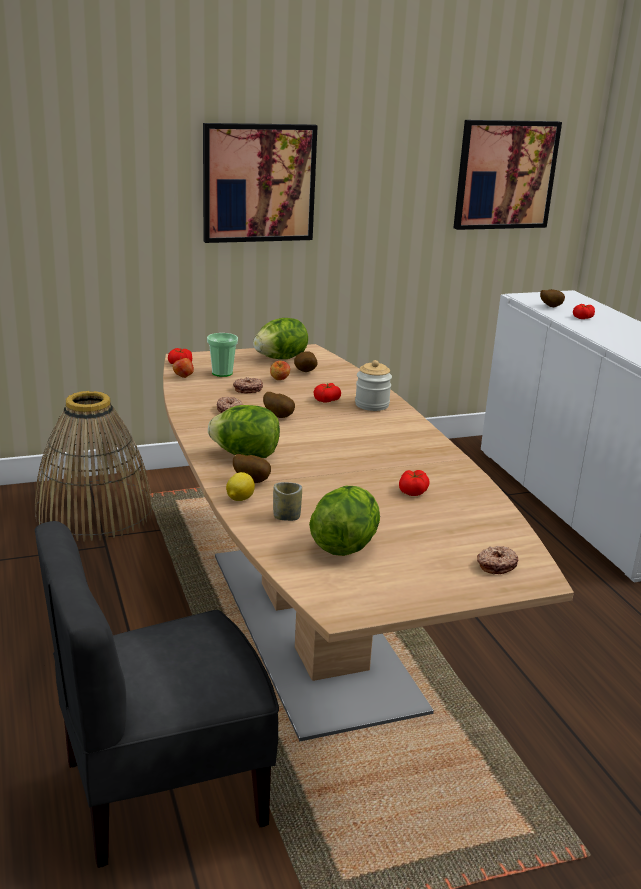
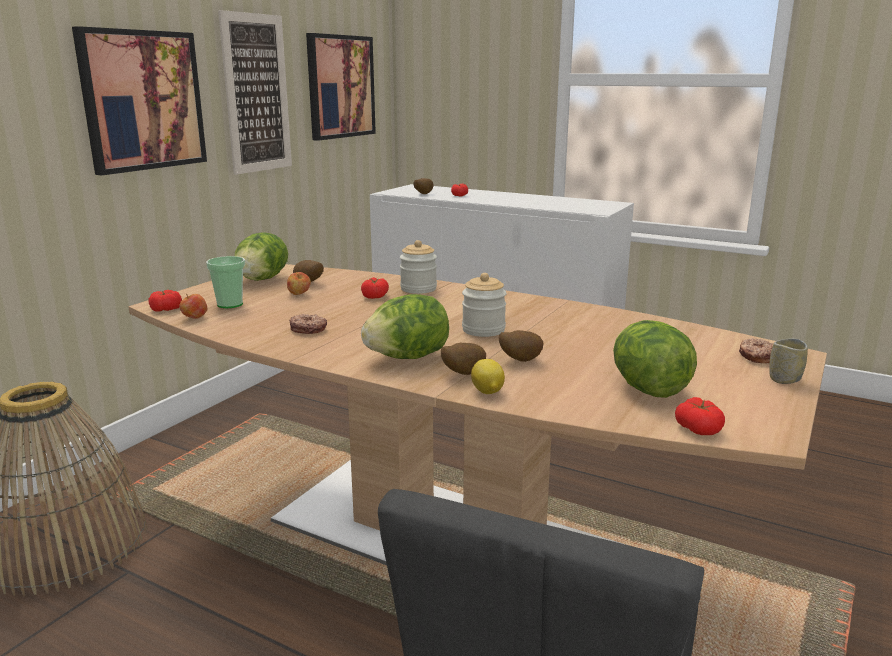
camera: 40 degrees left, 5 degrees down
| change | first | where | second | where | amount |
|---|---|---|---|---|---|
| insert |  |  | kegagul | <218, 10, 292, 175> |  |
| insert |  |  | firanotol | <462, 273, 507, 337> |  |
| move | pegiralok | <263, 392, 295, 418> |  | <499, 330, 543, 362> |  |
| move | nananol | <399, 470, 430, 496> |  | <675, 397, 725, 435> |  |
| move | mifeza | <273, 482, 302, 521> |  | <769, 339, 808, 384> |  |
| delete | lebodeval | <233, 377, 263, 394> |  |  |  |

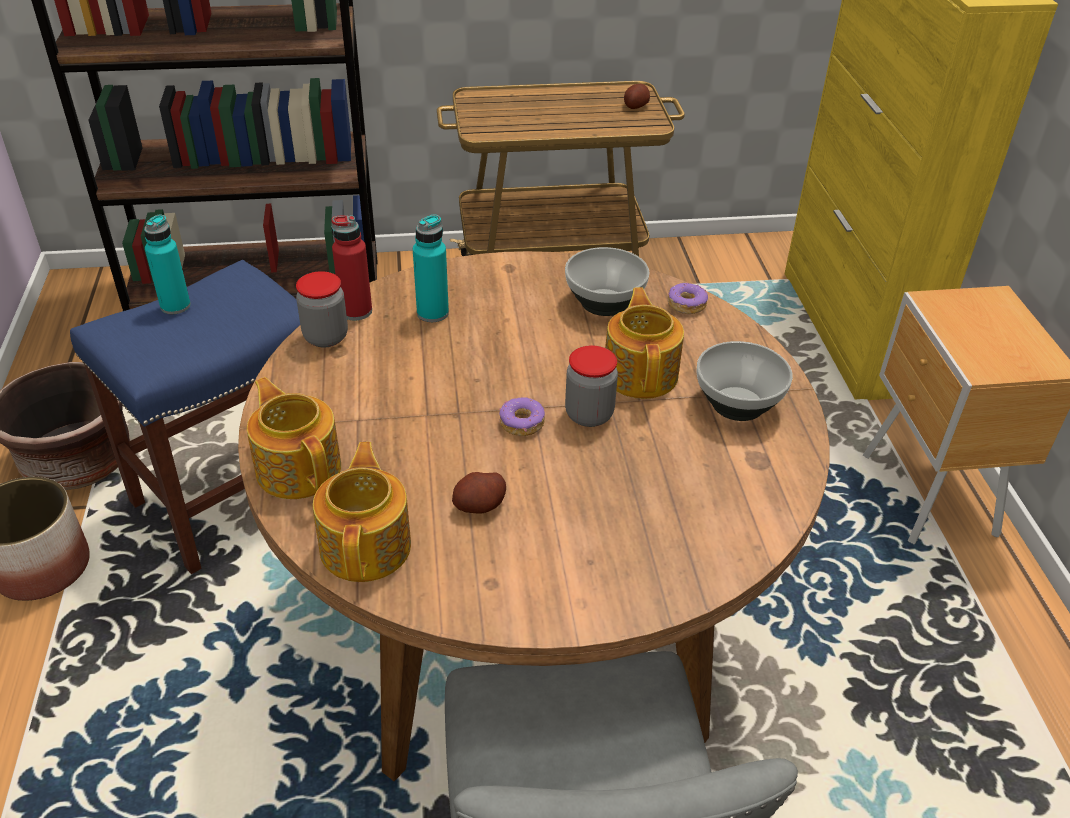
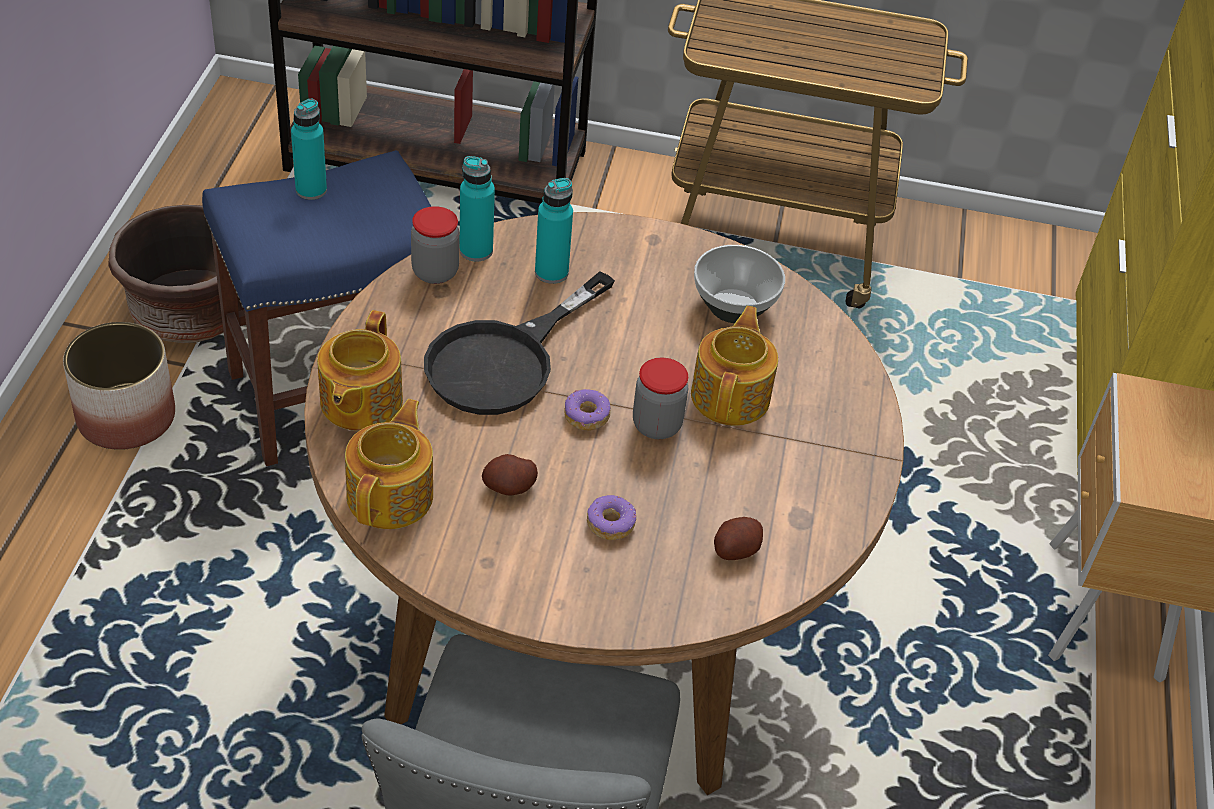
camera: 15 degrees right, 5 degrees up
| change | first | where | second | where | amount |
|---|---|---|---|---|---|
| rotate | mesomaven | <247, 377, 341, 499> |  | <317, 310, 403, 431> | 150 degrees counterclockwise |
| insert |  |  | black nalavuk | <424, 271, 615, 415> |  |
| recolor | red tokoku | <331, 215, 372, 321> | turquoise tokoku | <459, 156, 495, 262> |  |
| move | lebodeval | <668, 283, 708, 314> |  | <587, 495, 636, 540> |  |
| move | pegiralok | <624, 84, 650, 109> |  | <714, 517, 763, 560> |  |
| delete | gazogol | <697, 341, 793, 421> |  |  |  |

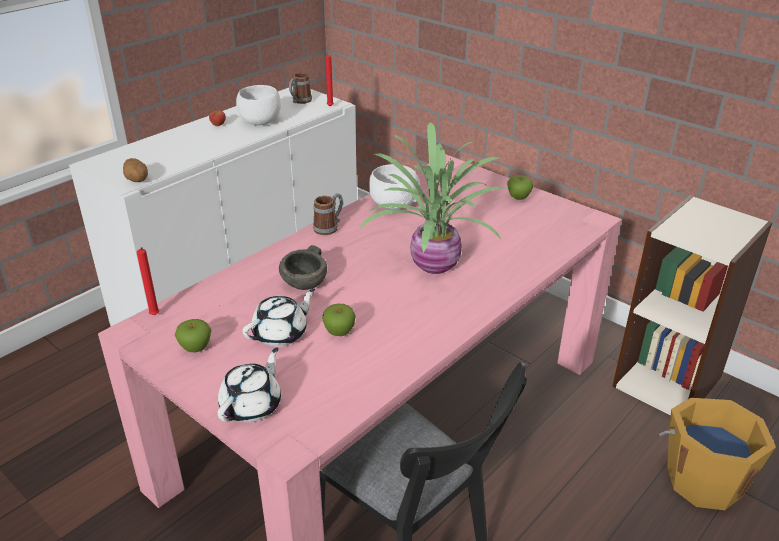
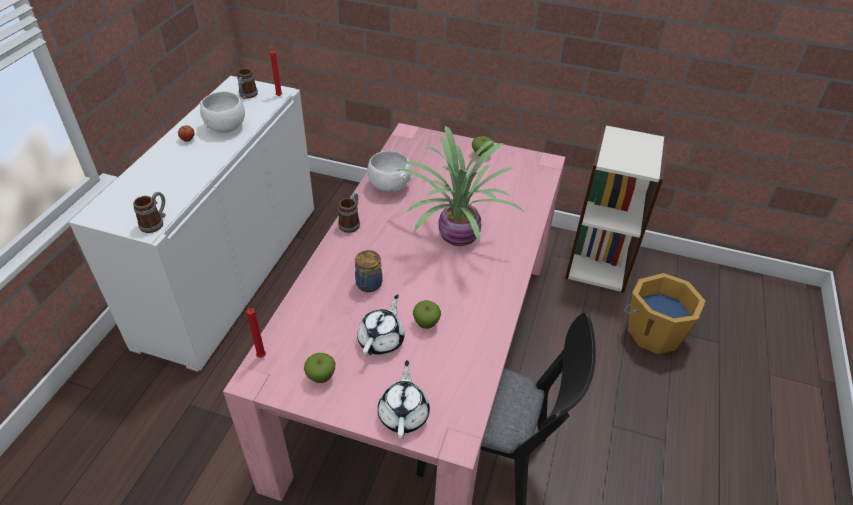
camera: 25 degrees left, 10 degrees up
| change | first | where | second | where | amount |
|---|---|---|---|---|---|
| replace | pegiralok | <123, 158, 148, 182> | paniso | <133, 192, 165, 233> |  |
| replace | grey gazogol | <279, 245, 327, 290> | firanotol | <355, 250, 382, 292> |  |

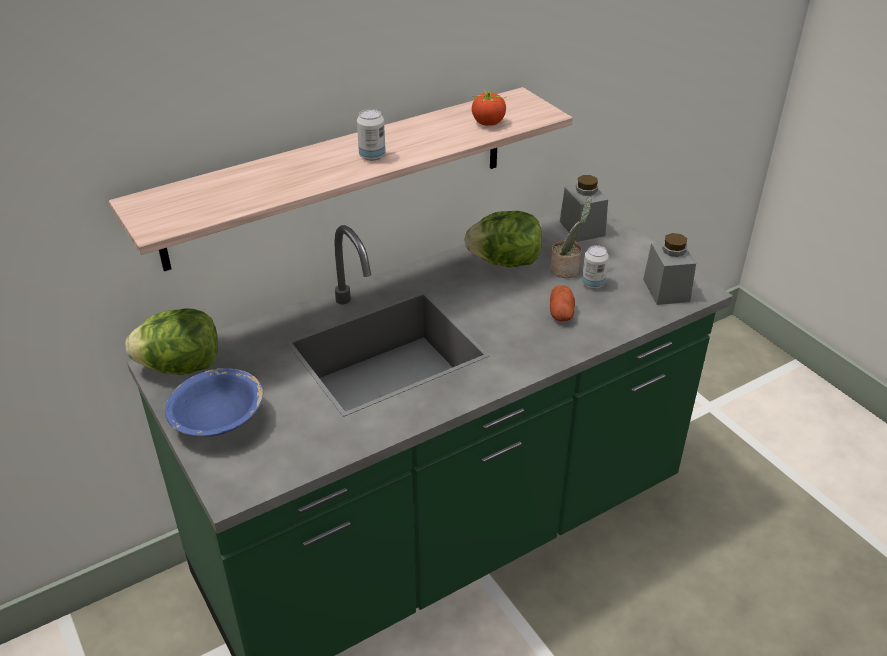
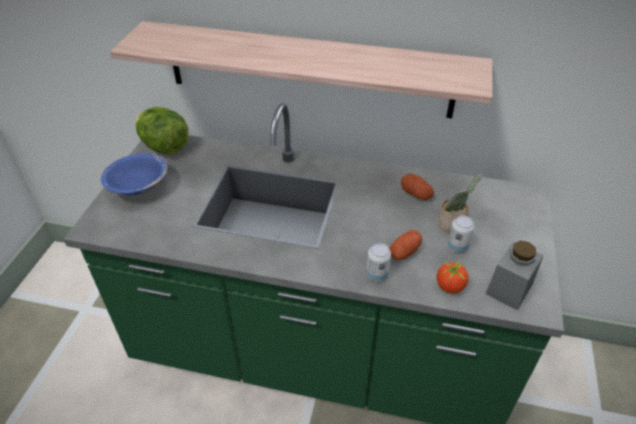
camera: 45 degrees right, 5 degrees up
| change | first | where | second | where | amount |
|---|---|---|---|---|---|
| move | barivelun | <357, 109, 386, 161> |  | <366, 243, 391, 282> |  |
| replace | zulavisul | <464, 211, 542, 267> | pegiralok | <401, 174, 435, 200> |  |
| move | nananol | <472, 90, 506, 126> |  | <437, 259, 469, 294> |  |
| delete | grey firanotol | <560, 175, 608, 242> |  |  |  |

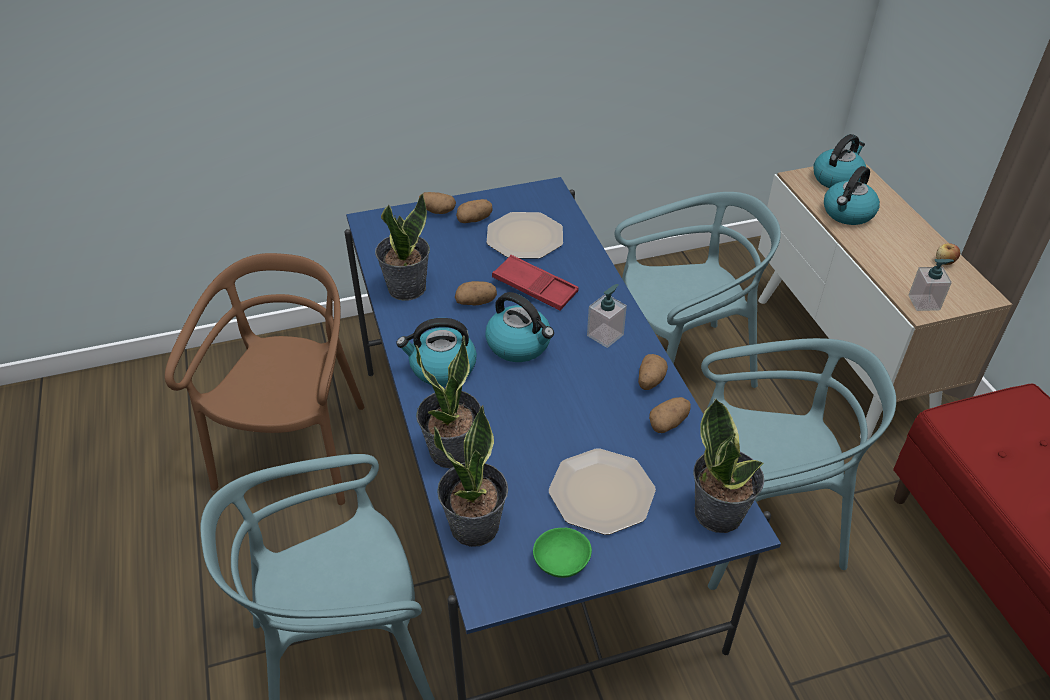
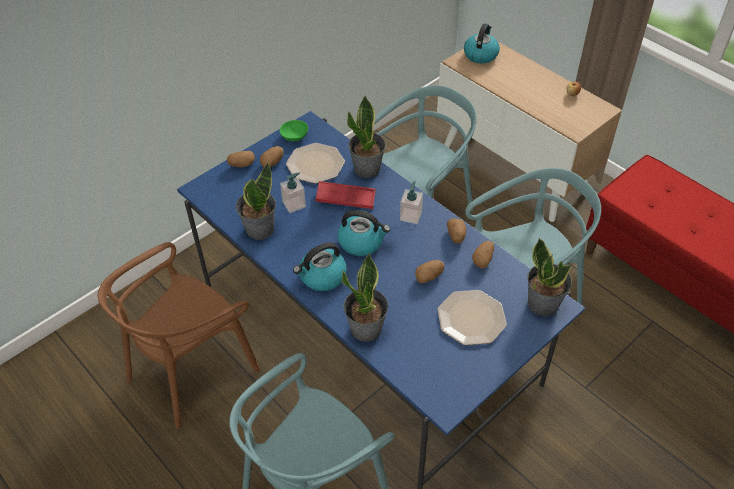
camera: 25 degrees left, 5 degrees up
| change | first | where | second | where | amount |
|---|---|---|---|---|---|
| rotate | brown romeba | <165, 253, 365, 505> |  | <98, 242, 261, 429> | 120 degrees counterclockwise |
| move | green gazogol | <533, 528, 592, 578> |  | <280, 120, 308, 141> |  |
| move | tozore | <908, 259, 954, 311> |  | <280, 172, 306, 213> |  |
| move | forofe | <434, 405, 508, 547> |  | <347, 95, 386, 178> |  |
| move | pegiralok | <455, 281, 497, 306> |  | <415, 260, 444, 283> |  |
| delete | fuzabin | <824, 166, 880, 225> |  |  |  |

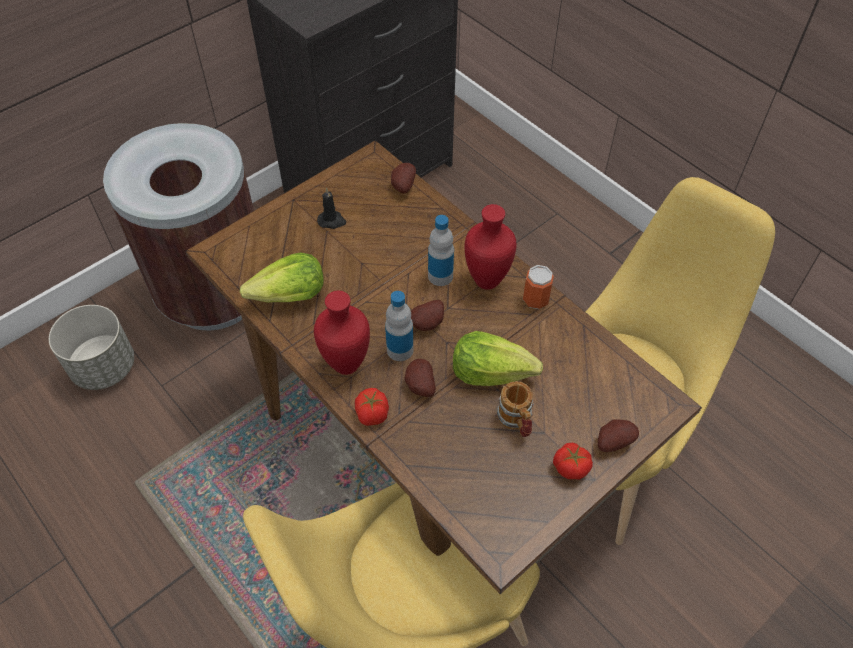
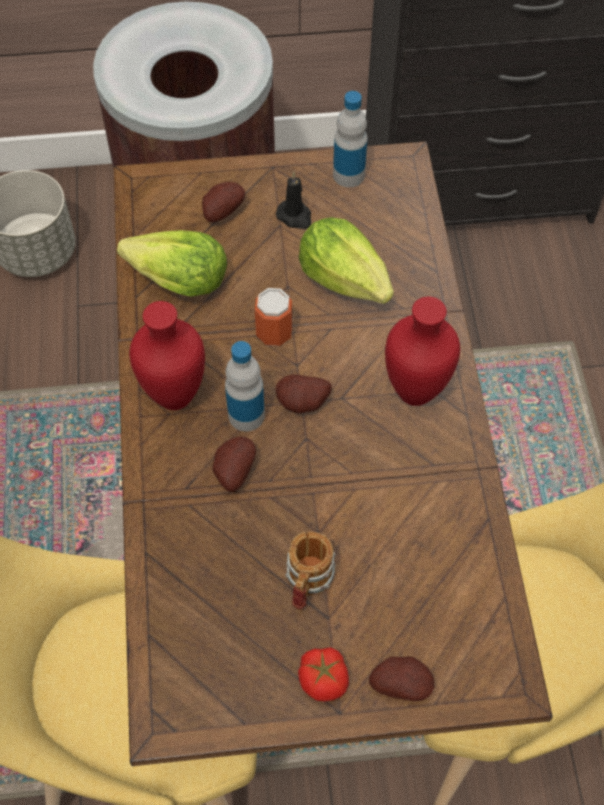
camera: 35 degrees right, 5 degrees up
| change | first | where | second | where | amount |
|---|---|---|---|---|---|
| move | pegiralok | <391, 163, 416, 193> |  | <202, 182, 245, 222> |  |
| move | barivelun | <523, 265, 554, 309> |  | <255, 288, 292, 346> |  |
| move | zulavisul | <453, 331, 543, 386> |  | <299, 217, 394, 304> |  |
| move | tokoku | <428, 215, 454, 286> |  | <333, 91, 367, 187> |  |
| delete | nananol | <355, 388, 389, 426> |  |  |  |

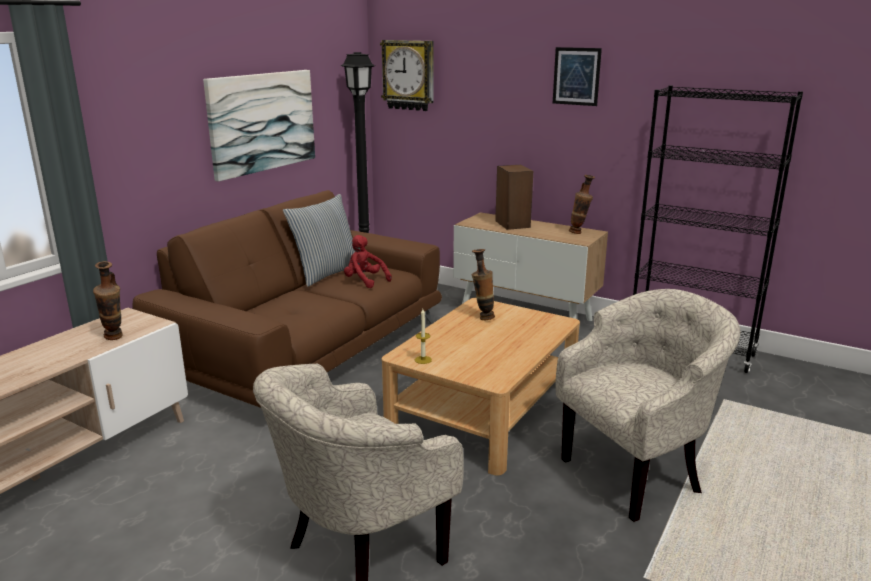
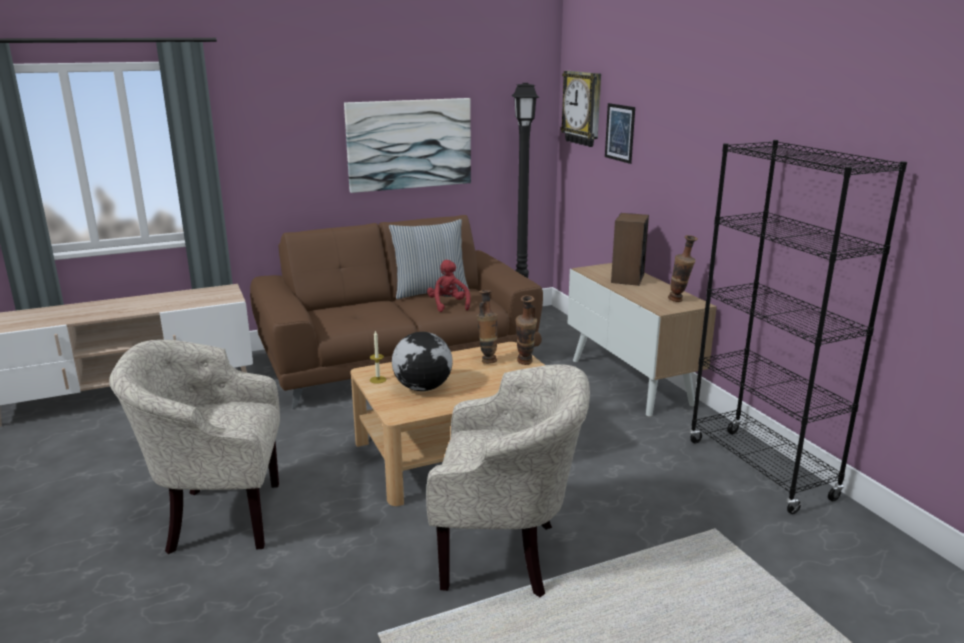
camera: 35 degrees right, 0 degrees up
| change | first | where | second | where | amount |
|---|---|---|---|---|---|
| insert |  |  | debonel | <392, 332, 452, 391> |  |
| move | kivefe | <93, 261, 123, 340> |  | <515, 295, 537, 365> |  |
| move | kegagul | <553, 47, 602, 106> |  | <605, 103, 635, 164> |  |

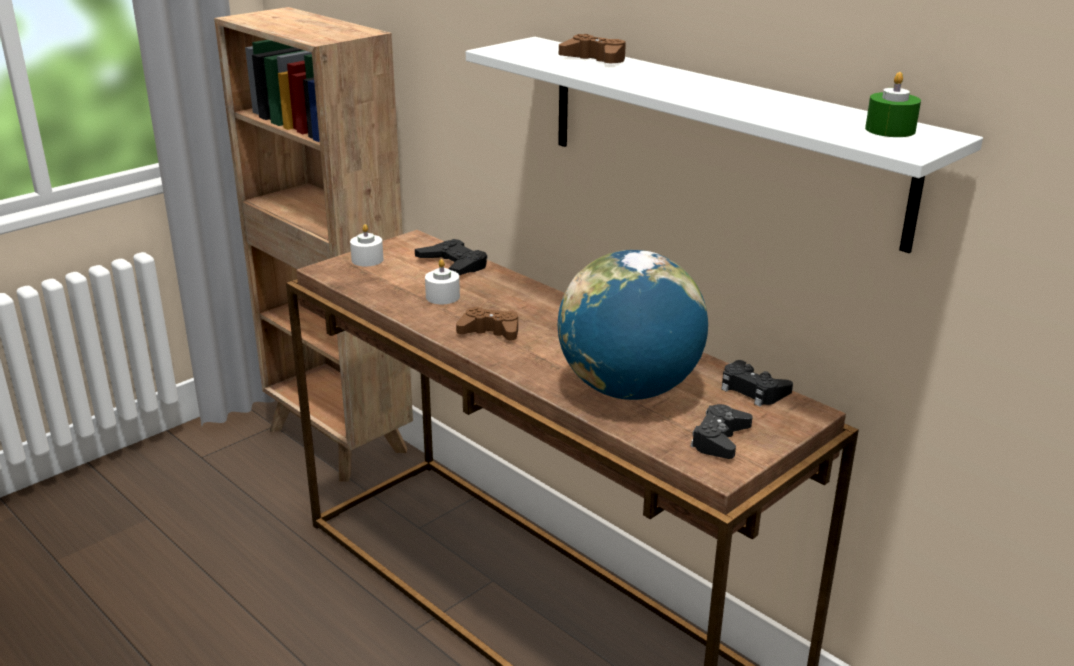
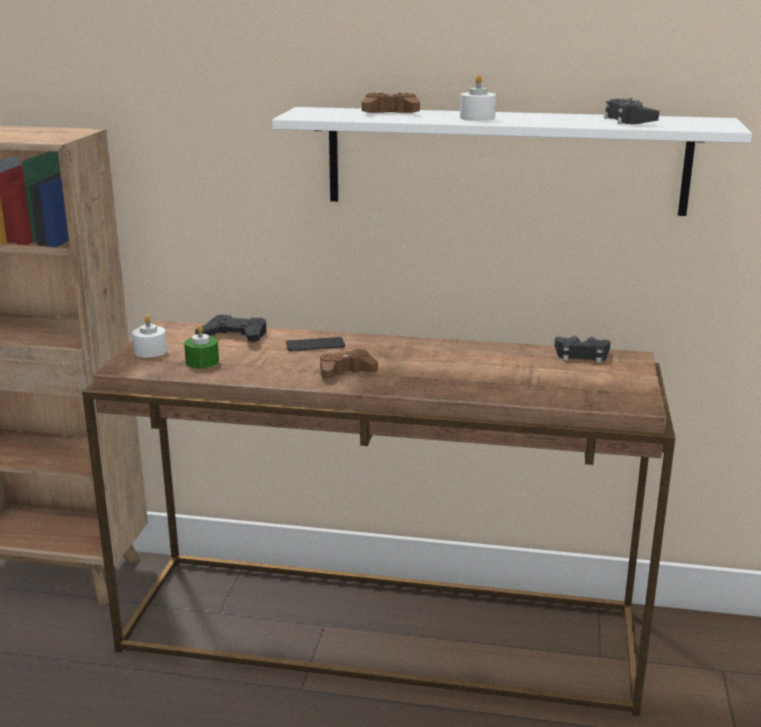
camera: 35 degrees left, 5 degrees down
| change | first | where | second | where | amount |
|---|---|---|---|---|---|
| move | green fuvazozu | <865, 72, 921, 137> |  | <184, 325, 219, 368> |  |
| insert |  |  | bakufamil | <286, 337, 345, 351> |  |
| move | white fuvazozu | <425, 259, 460, 304> |  | <460, 74, 496, 121> |  |
| move | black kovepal | <691, 404, 753, 459> |  | <604, 98, 659, 124> |  |
| delete | debonel | <558, 250, 708, 400> |  |  |  |

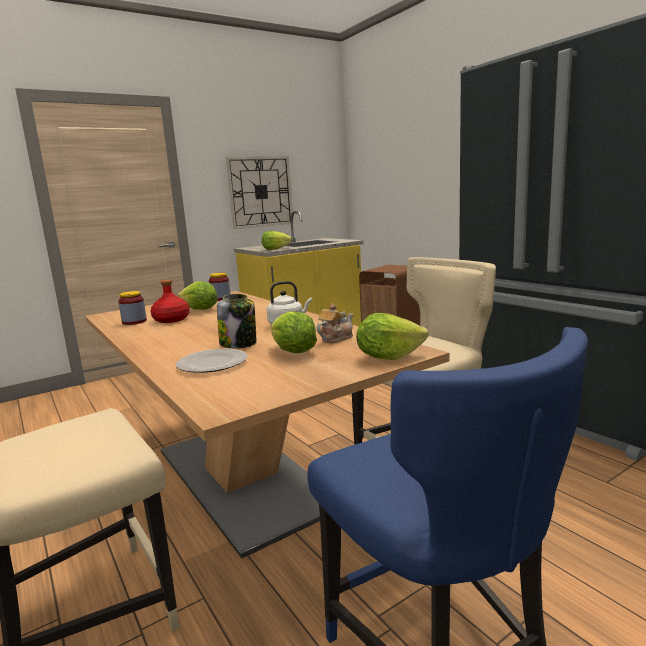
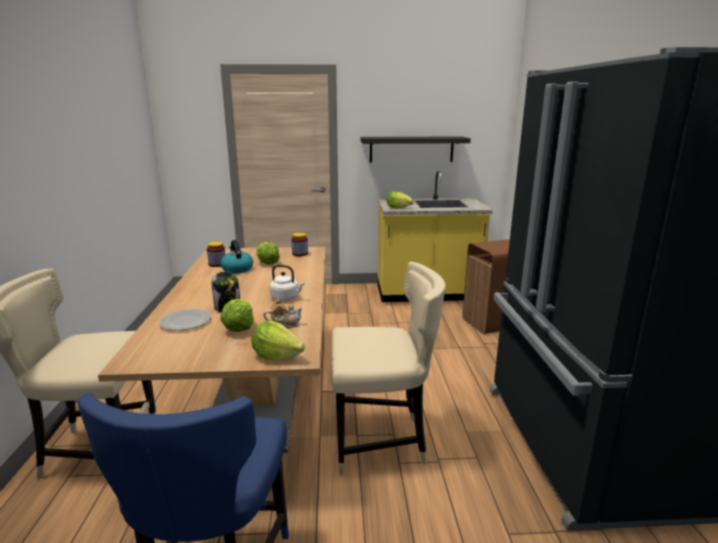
camera: 30 degrees right, 5 degrees up
| change | first | where | second | where | amount |
|---|---|---|---|---|---|
| replace | red tokoku | <151, 280, 190, 323> | fuzabin | <221, 240, 253, 273> |  |
| replace | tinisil | <226, 156, 294, 229> | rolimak | <361, 137, 471, 163> |  |

